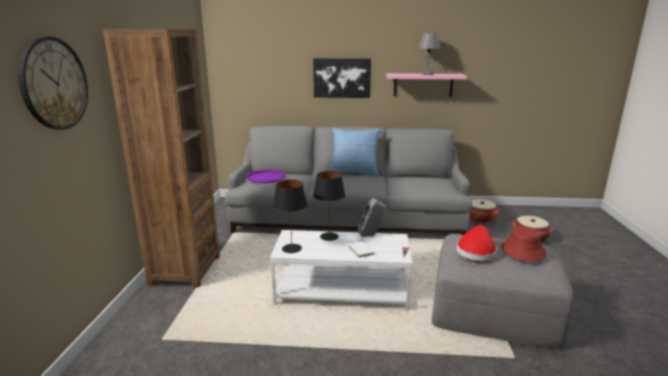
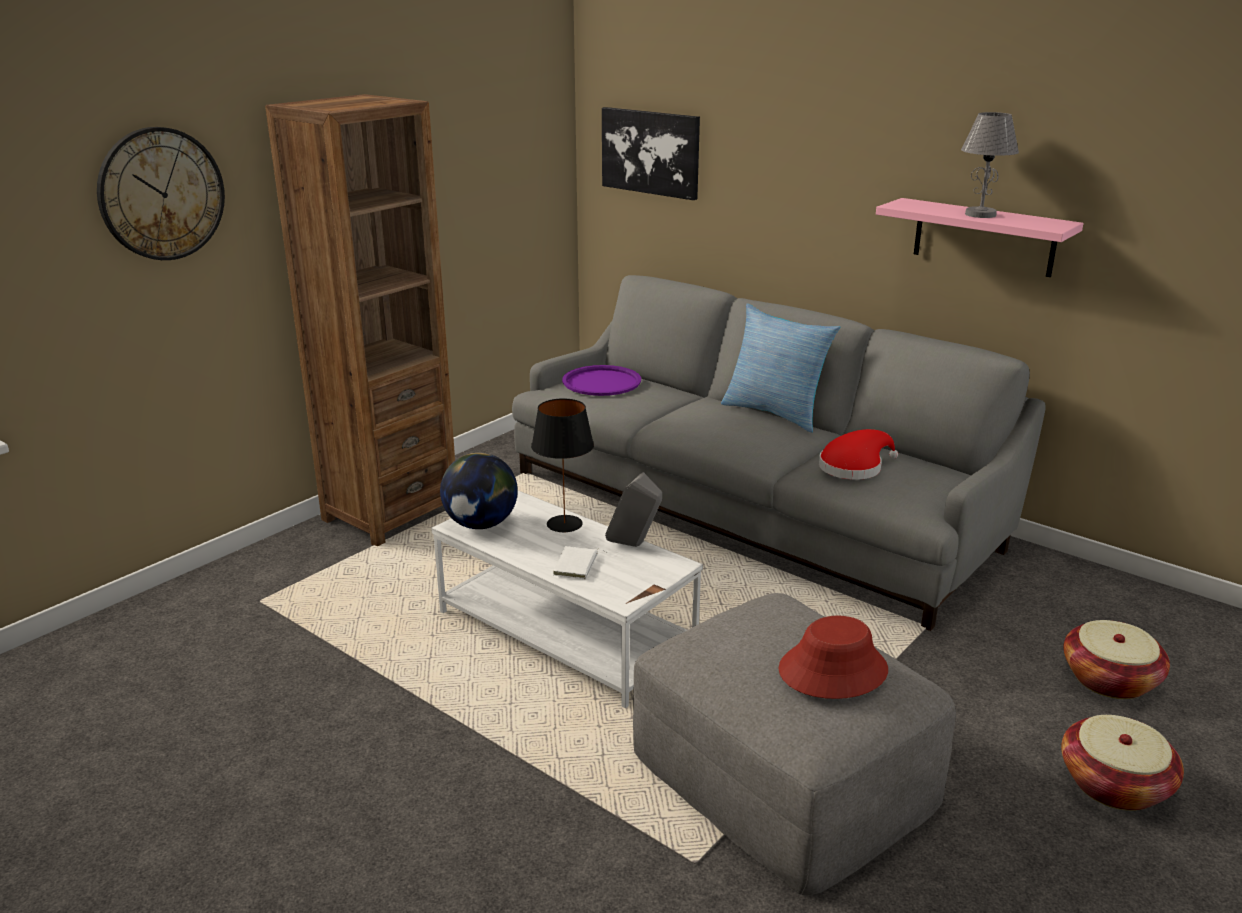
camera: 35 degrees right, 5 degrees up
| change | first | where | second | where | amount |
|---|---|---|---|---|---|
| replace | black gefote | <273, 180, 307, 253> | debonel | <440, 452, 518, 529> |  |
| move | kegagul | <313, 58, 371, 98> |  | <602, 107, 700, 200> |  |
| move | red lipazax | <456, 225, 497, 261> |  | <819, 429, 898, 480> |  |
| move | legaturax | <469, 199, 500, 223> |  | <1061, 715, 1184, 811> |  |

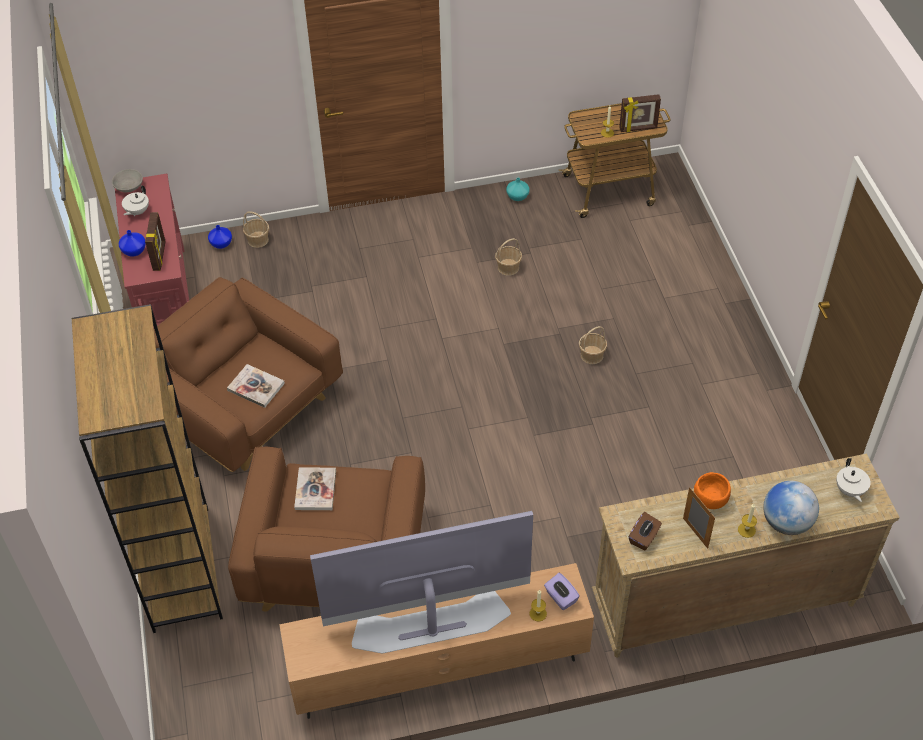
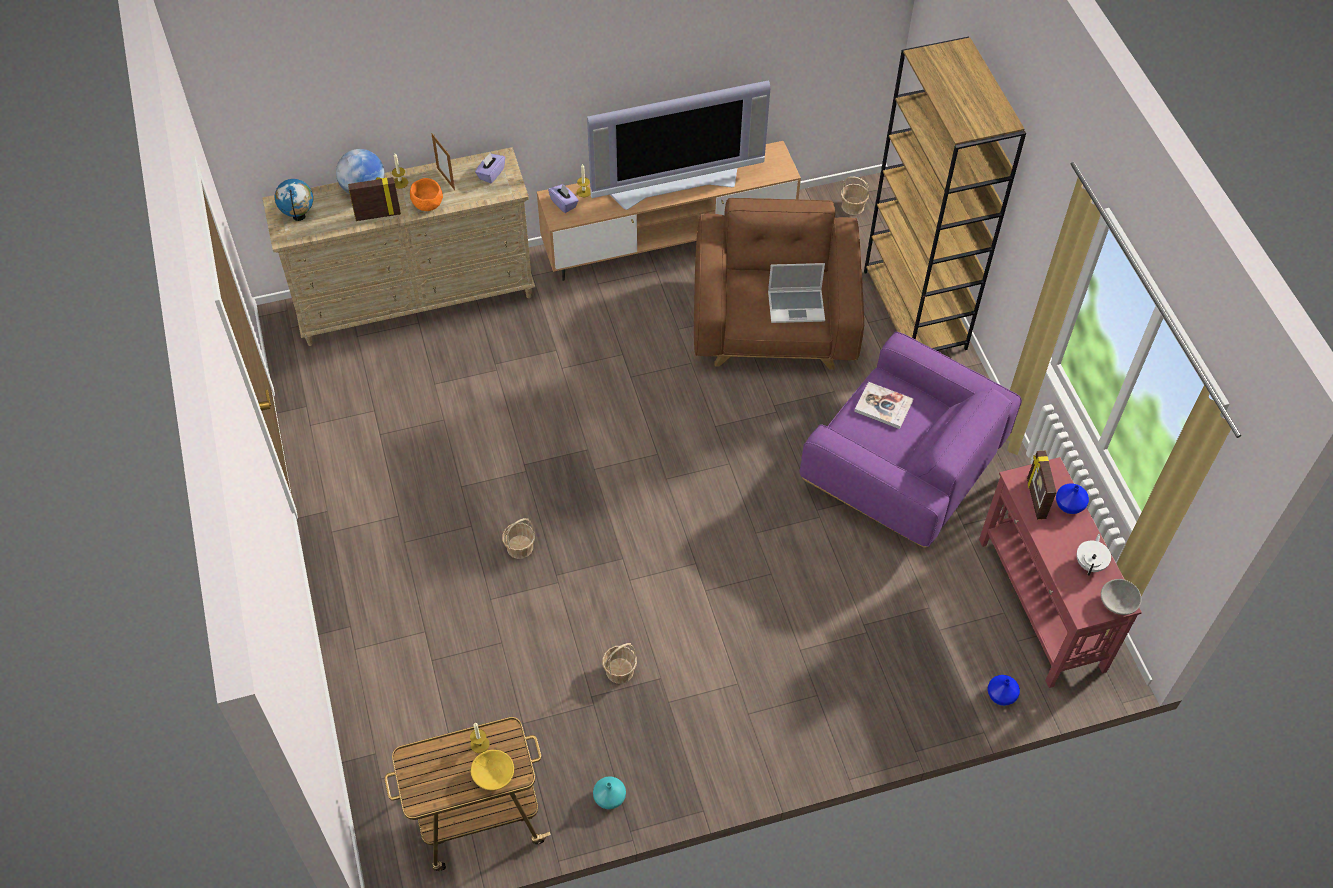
camera: 175 degrees right, 5 degrees up
| change | first | where | second | where | amount |
|---|---|---|---|---|---|
| replace | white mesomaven | <836, 458, 871, 502> | debonel | <275, 179, 313, 221> |  |
| move | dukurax | <619, 94, 661, 132> |  | <348, 177, 401, 221> |  |
| insert |  |  | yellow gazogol | <471, 750, 514, 790> |  |
| recolor | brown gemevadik | <629, 512, 662, 551> | purple gemevadik | <475, 153, 505, 183> |  |
| replace | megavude | <294, 467, 336, 510> | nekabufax | <768, 263, 825, 323> |  |
| recolor | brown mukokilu | <154, 277, 343, 472> | purple mukokilu | <799, 332, 1022, 548> |  |
| move | legaturax | <243, 211, 269, 248> |  | <841, 176, 869, 215> |  |

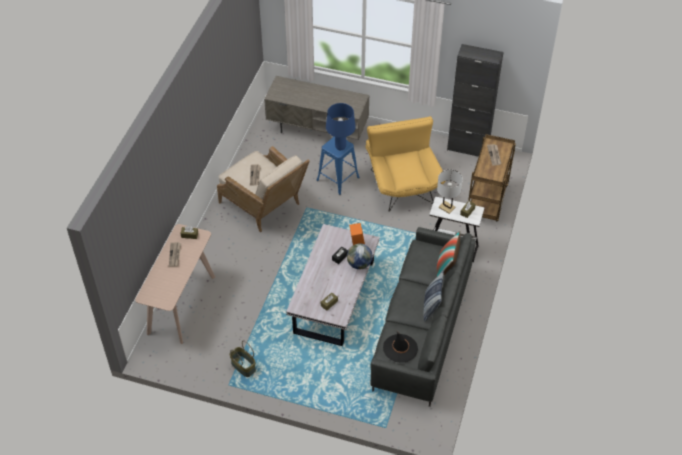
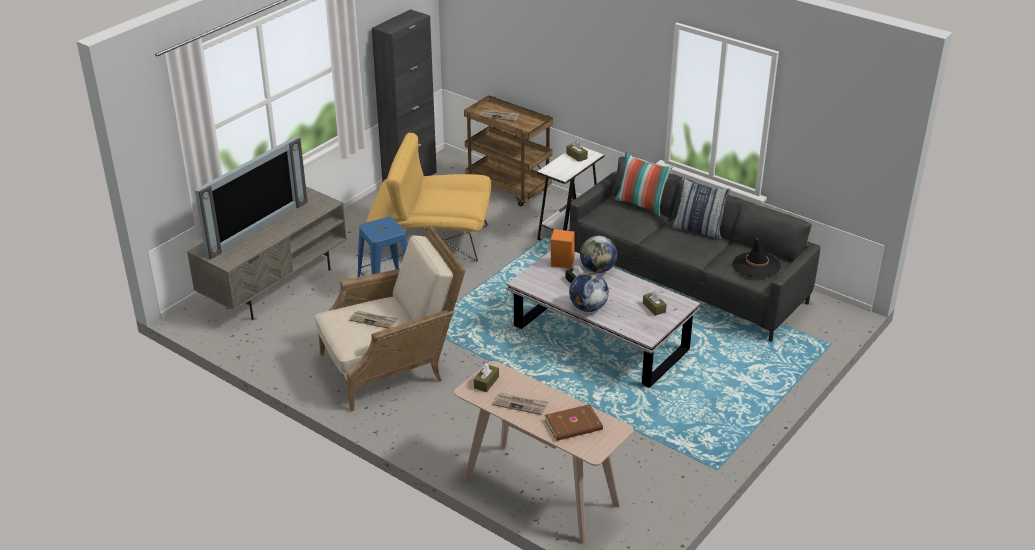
camera: 70 degrees left, 15 degrees down
| change | first | where | second | where | amount |
|---|---|---|---|---|---|
| insert |  |  | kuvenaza | <195, 136, 308, 259> |  |
| insert |  |  | brown megavude | <545, 404, 603, 441> |  |
| insert |  |  | debonel | <569, 272, 609, 312> |  |
| delete | legaturax | <229, 341, 256, 377> |  |  |  |
| delete | blue gefote | <326, 103, 356, 150> |  |  |  |
| delete | white gefote | <437, 170, 463, 214> |  |  |  |

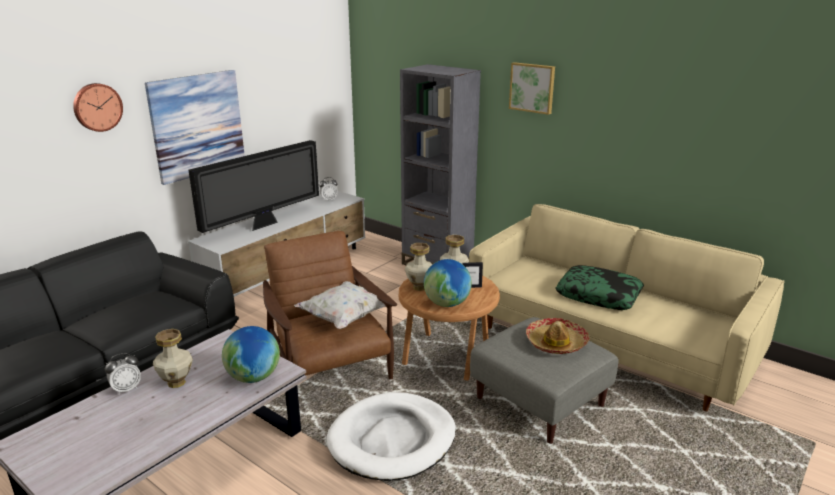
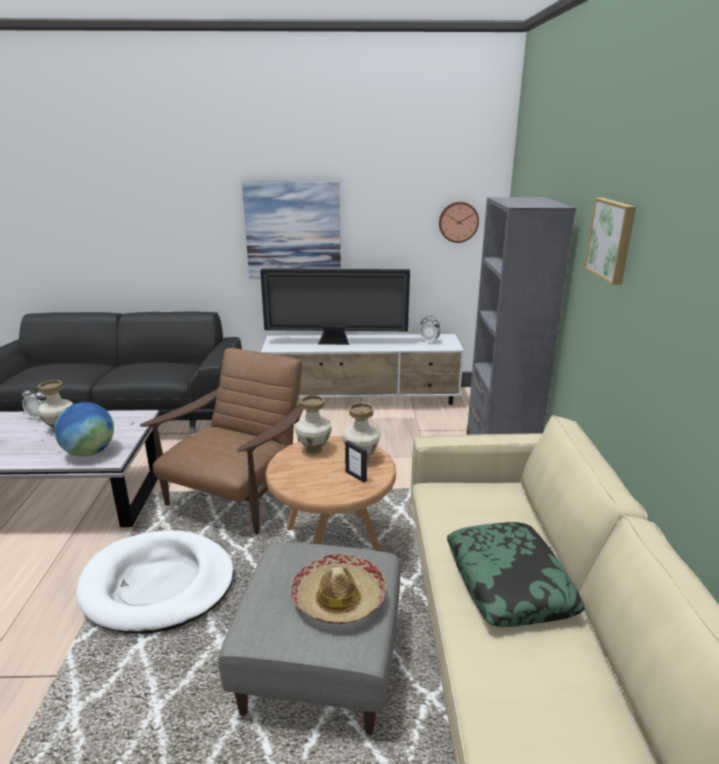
camera: 50 degrees right, 0 degrees up
| change | first | where | second | where | amount |
|---|---|---|---|---|---|
| move | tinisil | <73, 83, 123, 132> |  | <439, 202, 479, 243> |  |
| delete | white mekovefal | <294, 281, 386, 329> |  |  |  |
| delete | debonel | <424, 259, 472, 307> |  |  |  |

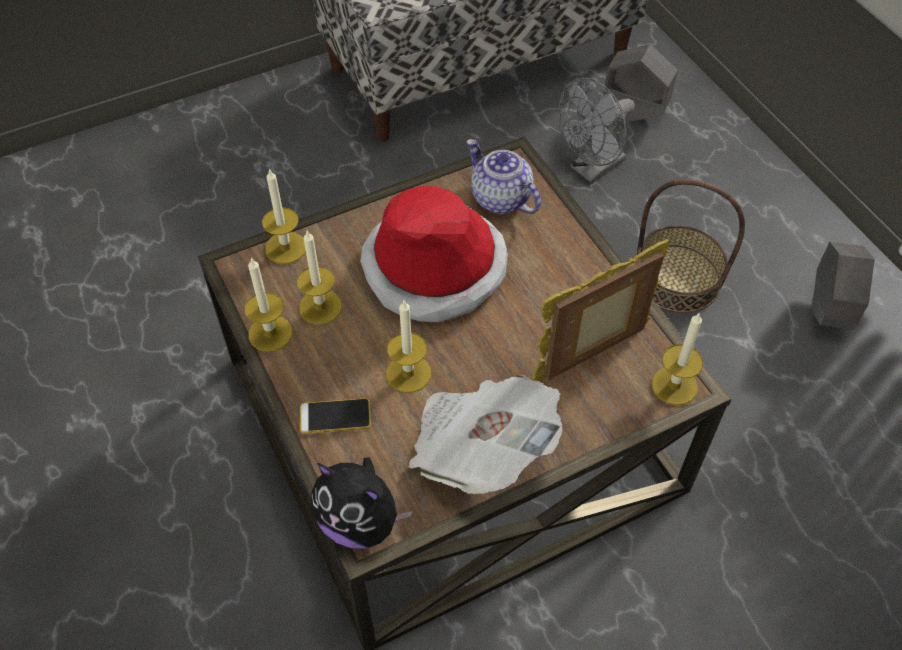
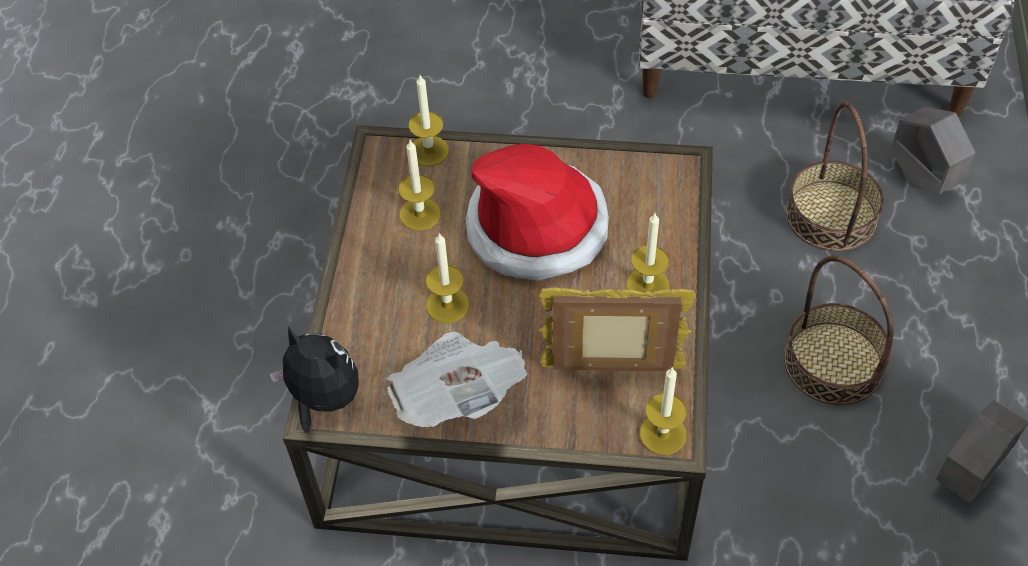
camera: 35 degrees right, 0 degrees up
| change | first | where | second | where | amount |
|---|---|---|---|---|---|
| rotate | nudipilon | <311, 457, 412, 548> |  | <269, 326, 359, 433> | 150 degrees clockwise |
| move | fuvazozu | <245, 257, 292, 352> |  | <626, 213, 669, 297> |  |
| replace | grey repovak | <558, 78, 635, 182> | legaturax | <786, 102, 884, 251> |  |
| delete | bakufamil | <300, 398, 371, 434> |  |  |  |
| delete | mesomaven | <467, 139, 541, 214> |  |  |  |

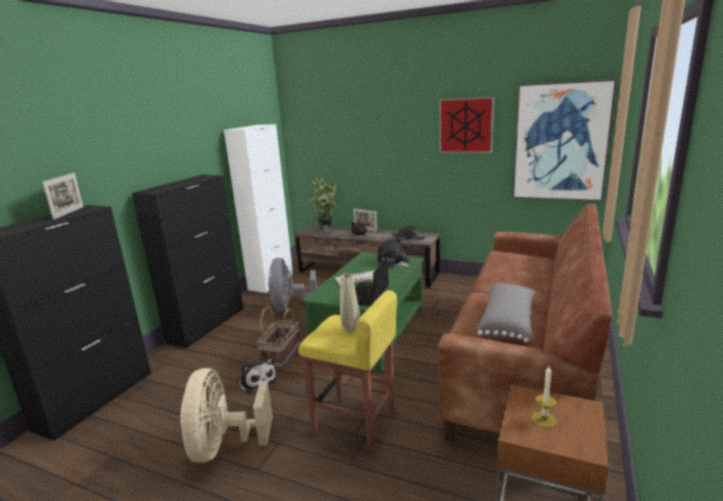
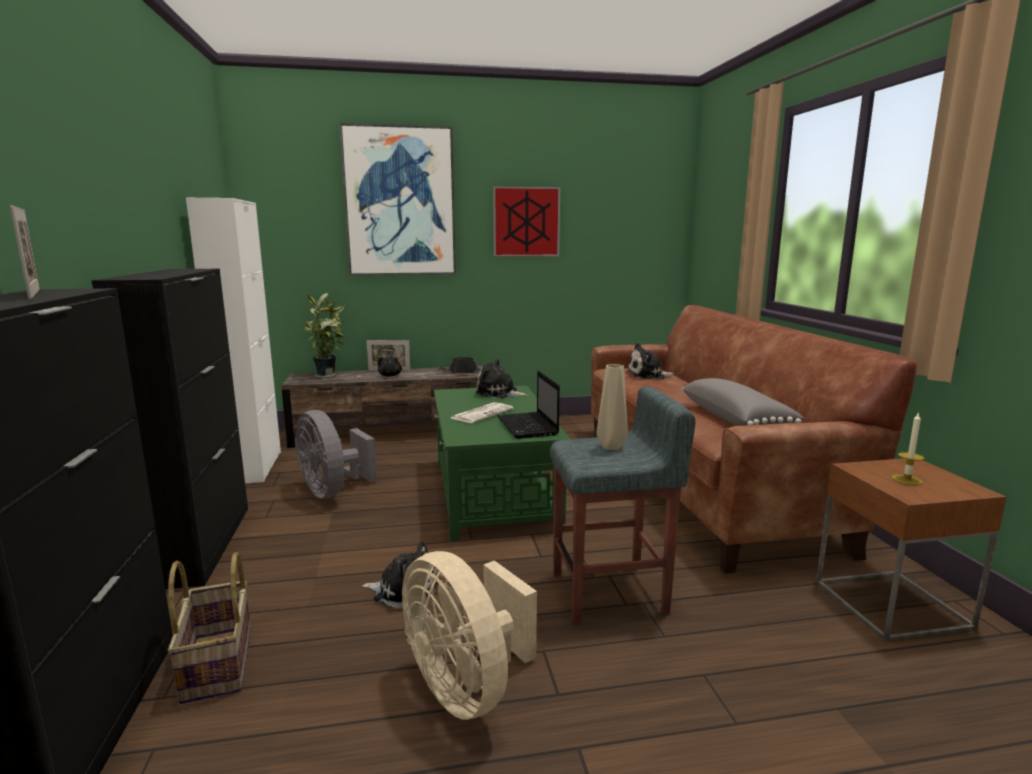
camera: 35 degrees left, 5 degrees down
| change | first | where | second | where | amount |
|---|---|---|---|---|---|
| move | legaturax | <257, 307, 301, 368> |  | <168, 552, 251, 704> |  |
| move | kegagul | <512, 79, 617, 202> |  | <339, 123, 456, 276> |  |
| recolor | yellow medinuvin | <298, 290, 397, 451> | grey medinuvin | <550, 387, 695, 623> |  |
| insert |  |  | nudipilon | <627, 343, 674, 379> |  |

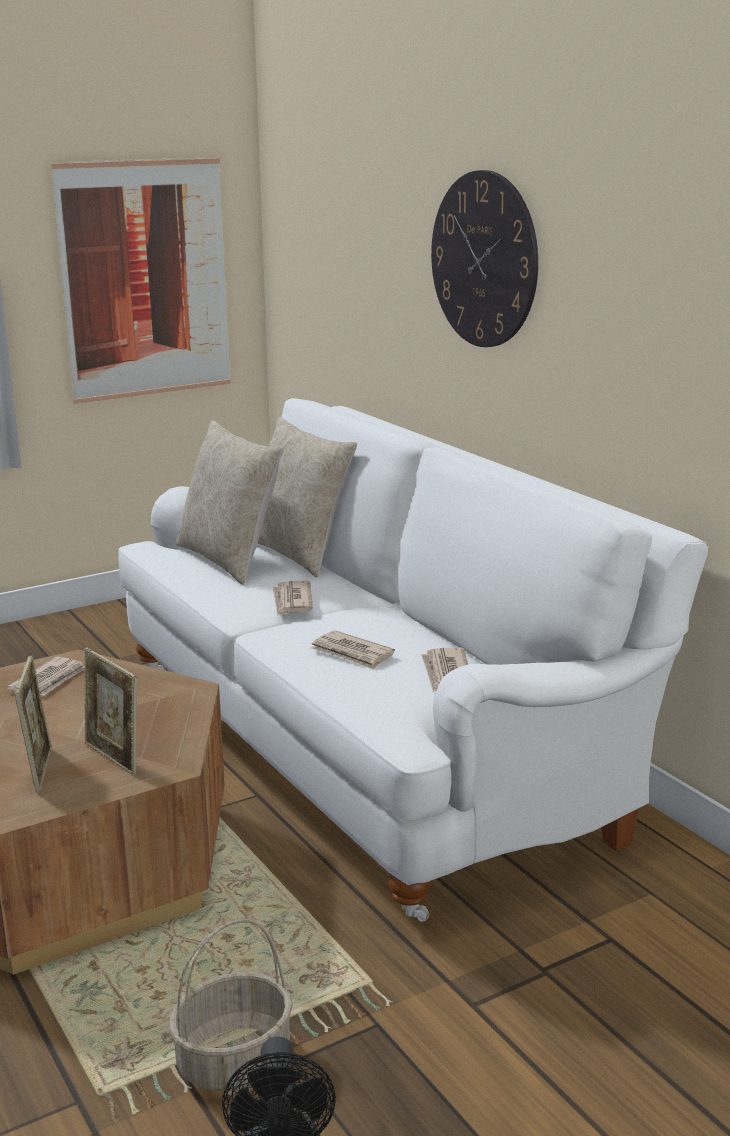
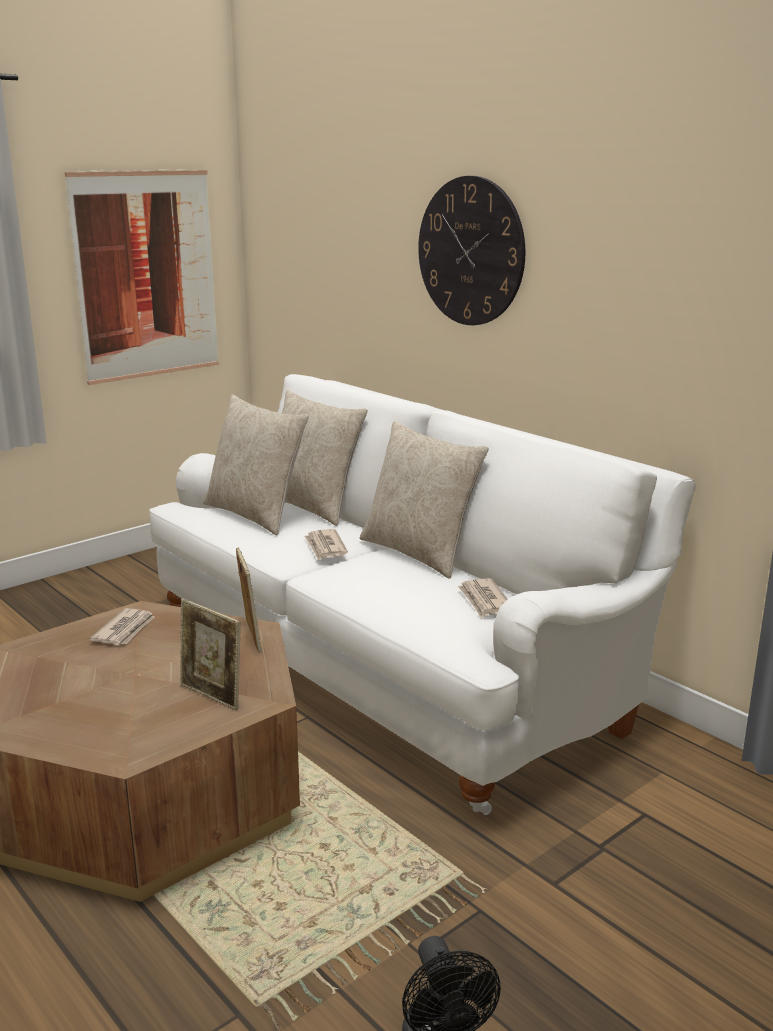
camera: 10 degrees left, 0 degrees up
| change | first | where | second | where | amount |
|---|---|---|---|---|---|
| move | dukurax | <15, 655, 52, 792> |  | <236, 548, 262, 653> |  |
| insert |  |  | beige mekovefal | <360, 421, 489, 579> |  |
| delete | legaturax | <169, 919, 293, 1091> |  |  |  |
| delete | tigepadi | <311, 630, 395, 670> |  |  |  |

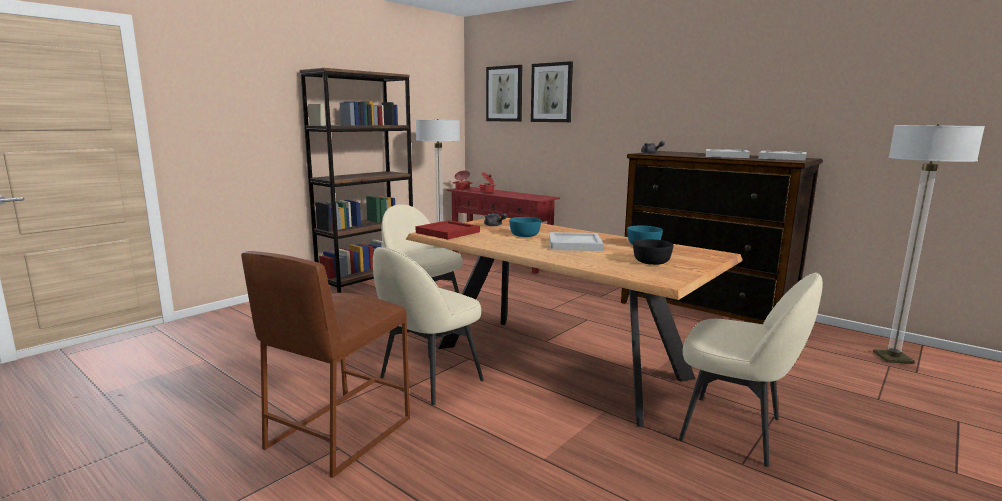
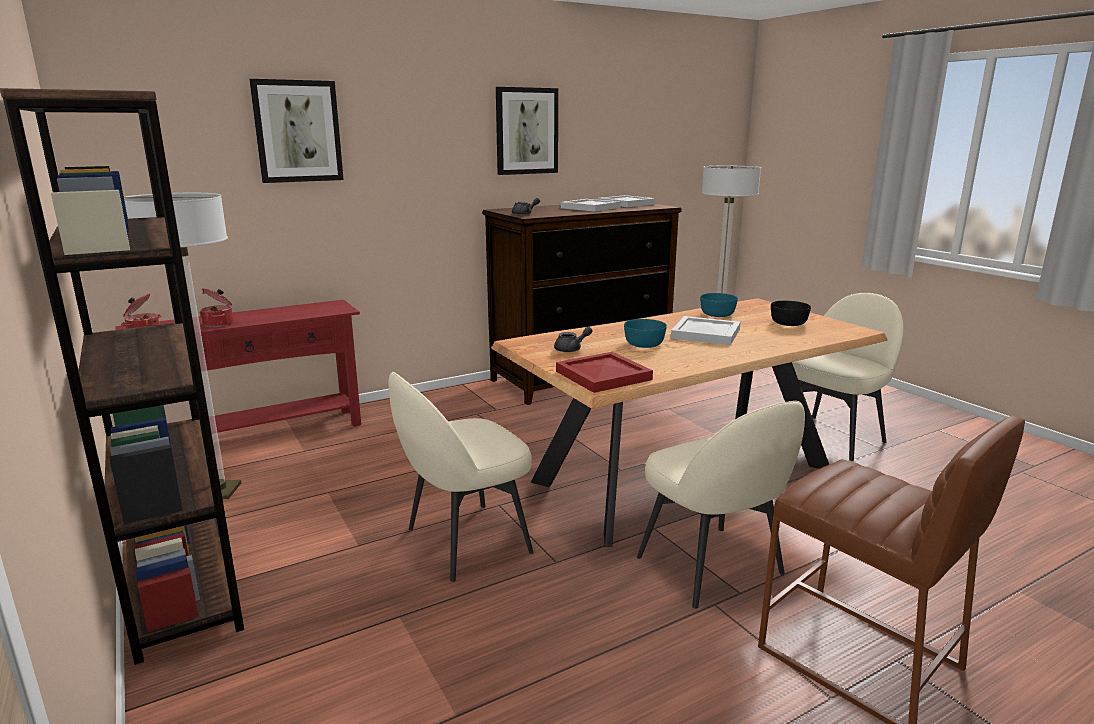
camera: 70 degrees left, 5 degrees up
| change | first | where | second | where | amount |
|---|---|---|---|---|---|
| move | kegagul | <486, 65, 523, 122> |  | <496, 87, 558, 175> |  |

